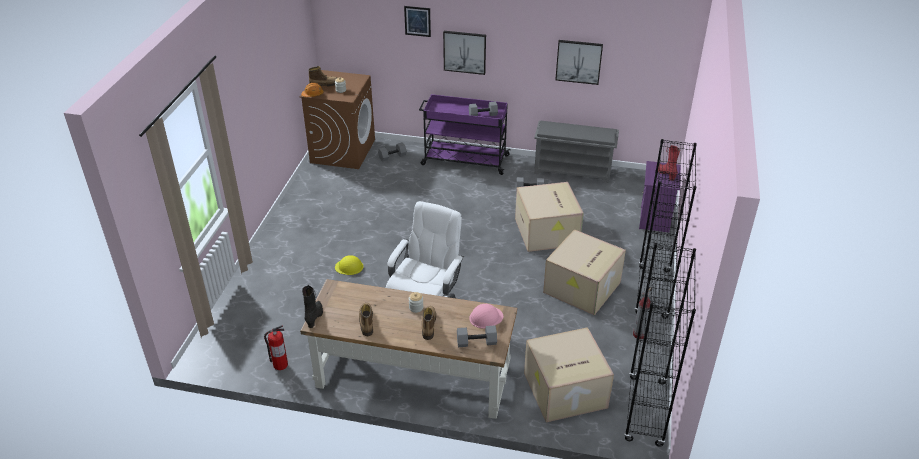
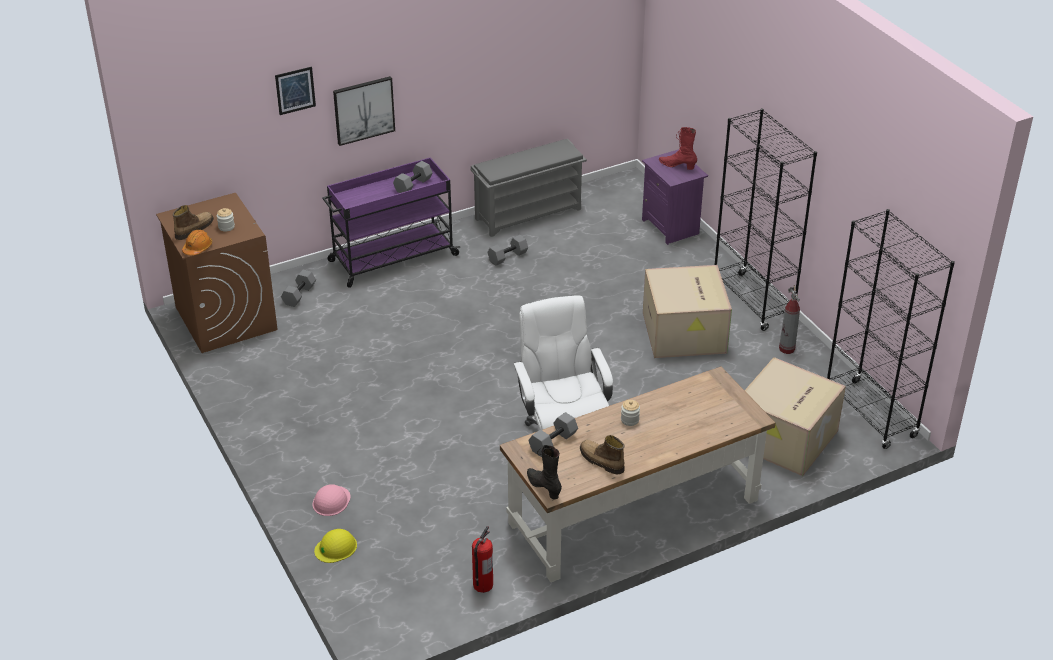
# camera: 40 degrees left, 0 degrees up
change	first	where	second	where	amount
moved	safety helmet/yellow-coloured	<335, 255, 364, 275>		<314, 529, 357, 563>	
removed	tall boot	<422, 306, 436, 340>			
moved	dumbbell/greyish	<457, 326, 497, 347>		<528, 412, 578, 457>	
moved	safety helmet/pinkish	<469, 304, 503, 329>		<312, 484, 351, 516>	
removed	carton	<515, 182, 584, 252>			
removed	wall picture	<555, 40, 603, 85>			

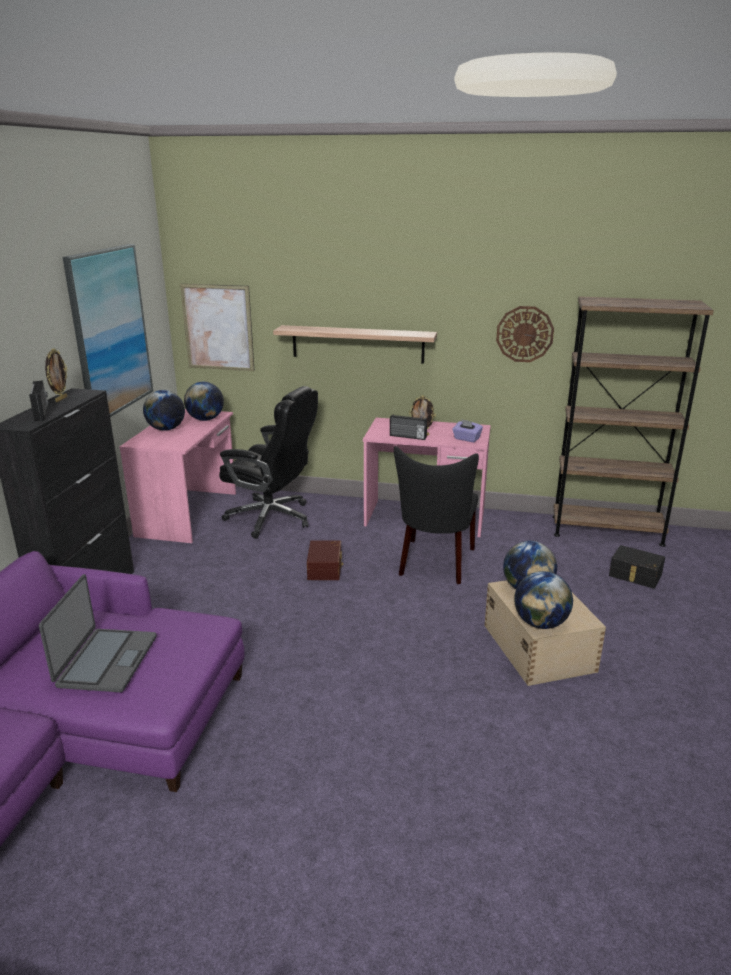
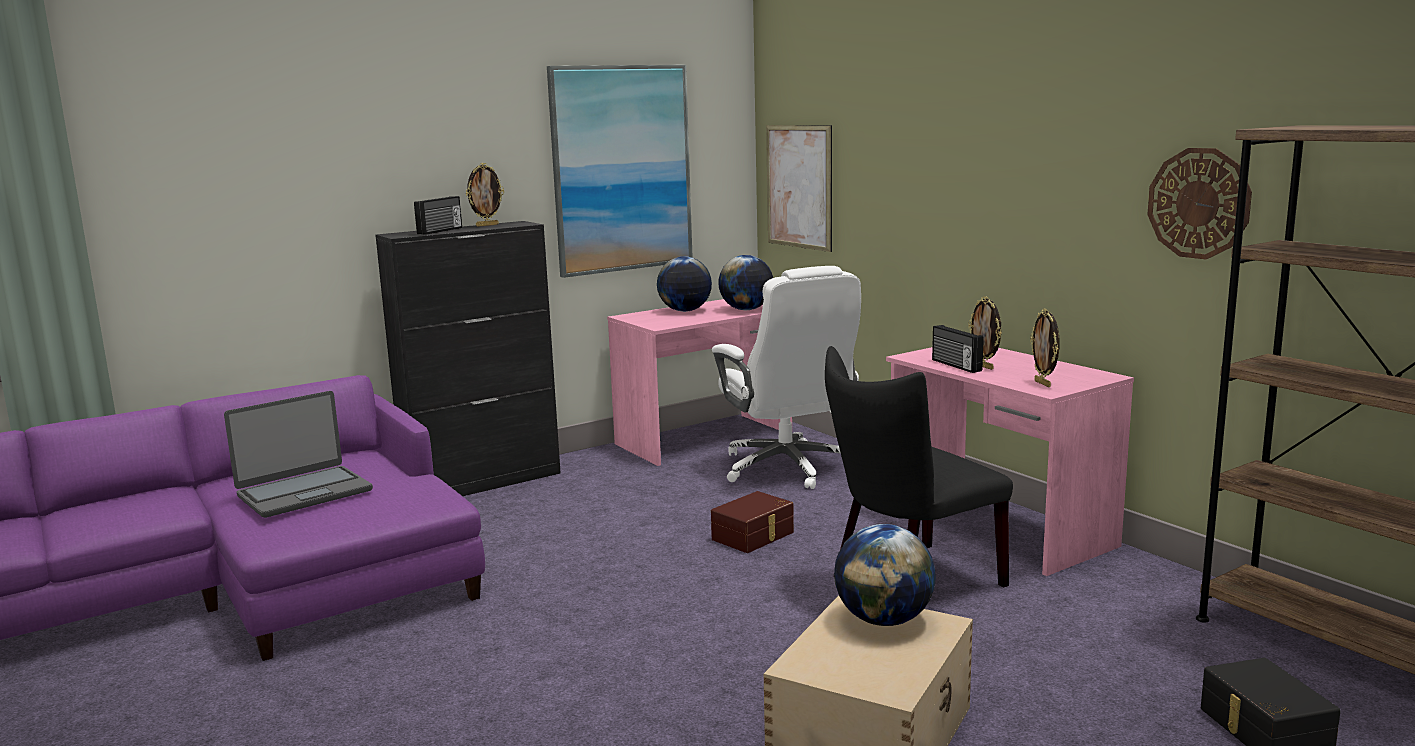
# camera: 45 degrees right, 10 degrees down
change	first	where	second	where	amount
recoloured	desk chair/black-coloured	<219, 386, 318, 539>	desk chair/white-coloured	<712, 266, 861, 489>	
removed	bracket shelf	<273, 325, 437, 363>			
replaced	box of tissues/purple	<452, 419, 483, 442>	picture frame	<1030, 309, 1059, 387>	
removed	globe	<514, 571, 573, 629>			

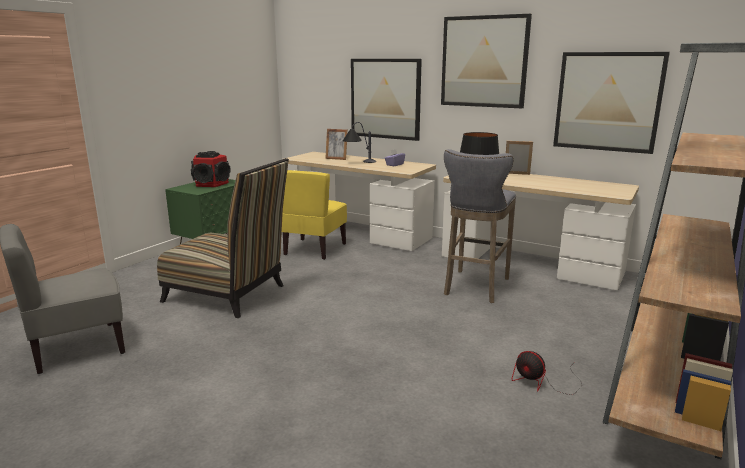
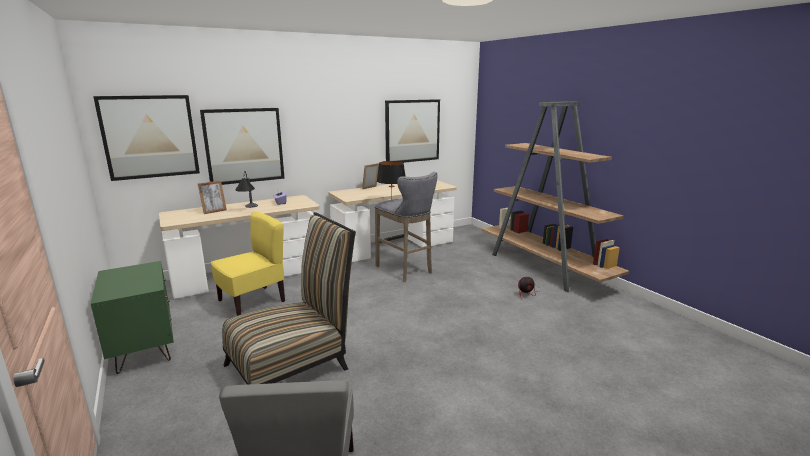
# camera: 60 degrees left, 0 degrees up
change	first	where	second	where	amount
removed	loudspeaker	<191, 151, 231, 187>			
turned	upright chair/yellow-coloured	<282, 170, 347, 260>		<211, 212, 285, 316>	90 degrees counterclockwise
moved	wall picture	<441, 14, 532, 108>		<93, 95, 200, 181>	

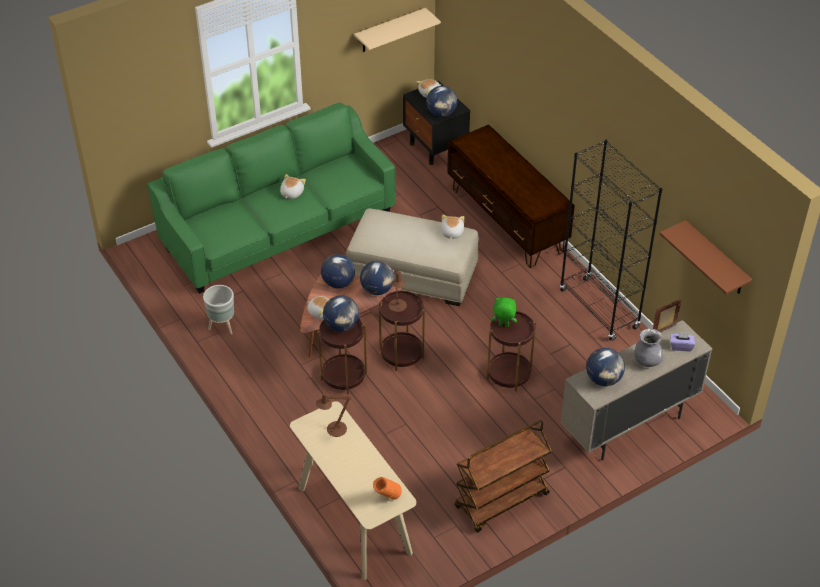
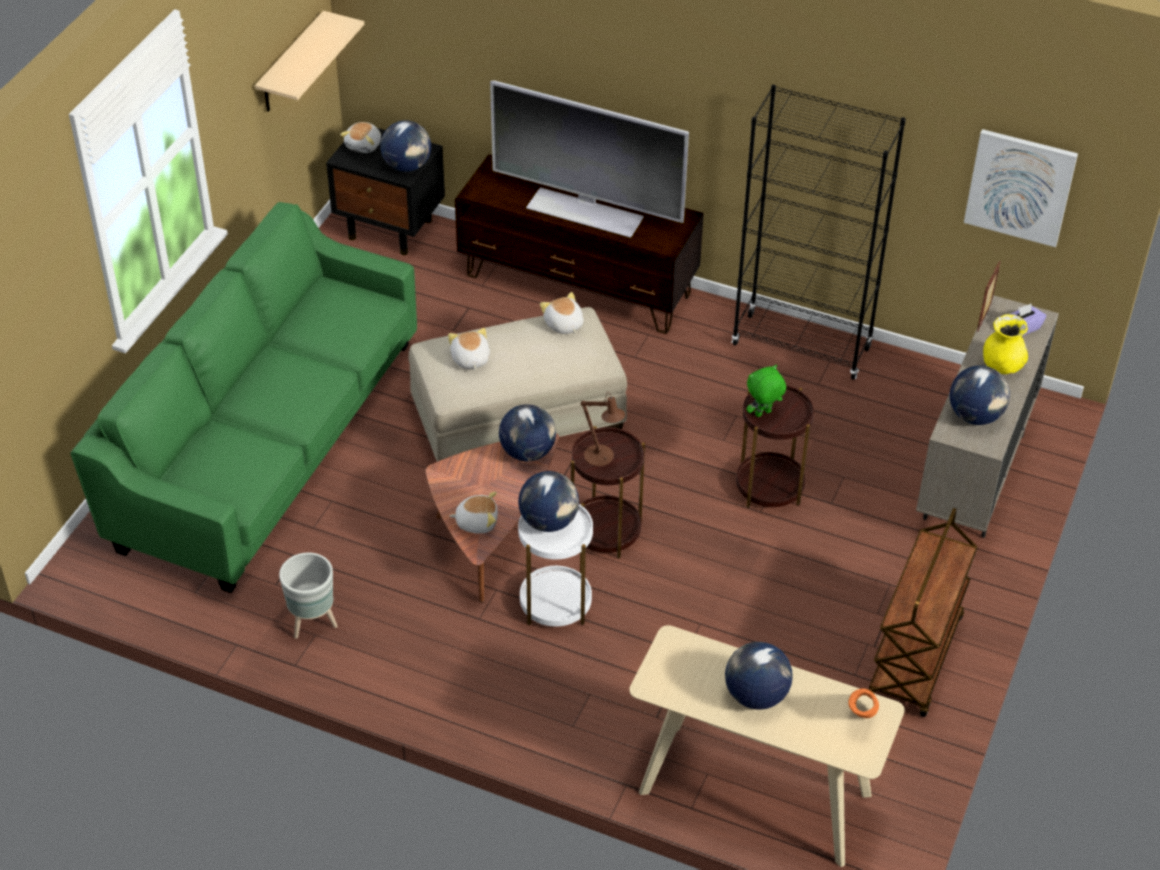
# camera: 35 degrees left, 0 degrees up
change	first	where	second	where	amount
moved	plush toy	<280, 174, 306, 199>		<448, 328, 490, 371>	
removed	tabletop lamp/brown	<316, 390, 351, 437>			
recoloured	side table/brown	<318, 318, 367, 394>	side table/white-coloured	<518, 503, 593, 627>	
moved	globe	<321, 254, 355, 288>		<725, 642, 793, 709>	
recoloured	flower vase/greyish	<634, 329, 663, 367>	flower vase/yellow-coloured	<983, 314, 1028, 374>	
replaced	bracket shelf/brown	<660, 220, 752, 294>	wall picture	<964, 129, 1078, 247>	
added			television	<490, 80, 689, 238>	

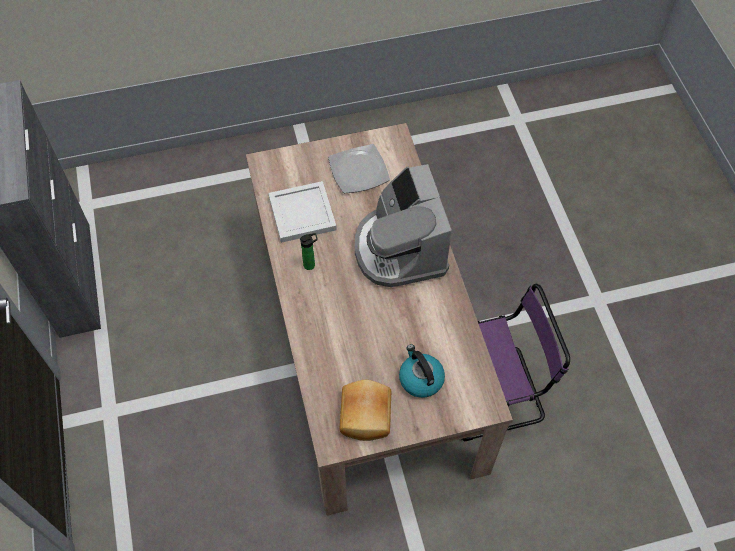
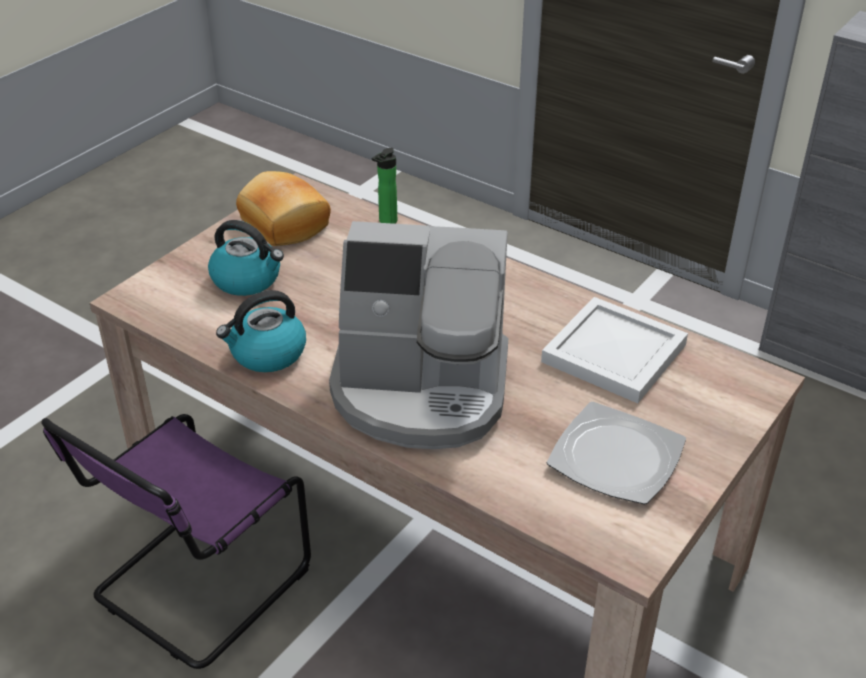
# camera: 140 degrees right, 20 degrees down
change	first	where	second	where	amount
moved	beverage bottle	<300, 233, 318, 270>		<372, 148, 397, 224>	
turned	coffee brewer	<355, 164, 452, 287>		<329, 221, 508, 449>	150 degrees clockwise
added			kettle	<216, 290, 306, 372>	

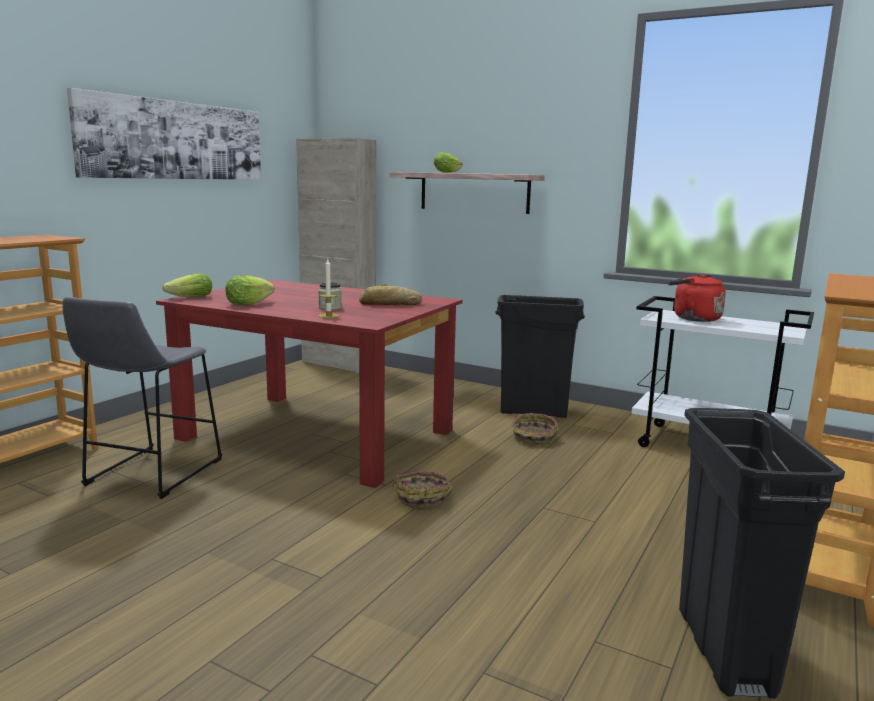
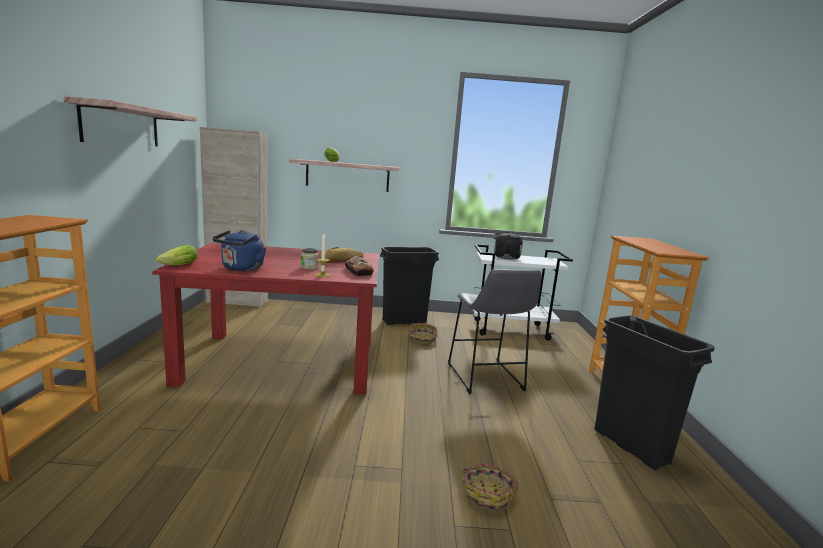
# camera: 30 degrees left, 0 degrees up
change	first	where	second	where	amount
moved	sitting stool/greyish	<62, 297, 223, 499>		<448, 269, 541, 394>	
replaced	wall picture	<67, 88, 261, 180>	bracket shelf	<64, 96, 197, 146>	
replaced	lettuce	<225, 275, 274, 305>	kettle/blue	<212, 230, 266, 271>	
moved	basket	<393, 471, 452, 509>		<462, 464, 519, 512>	
recoloured	kettle/red	<668, 274, 726, 322>	kettle/black-coloured	<494, 232, 523, 260>	
added			bread	<345, 256, 374, 276>	

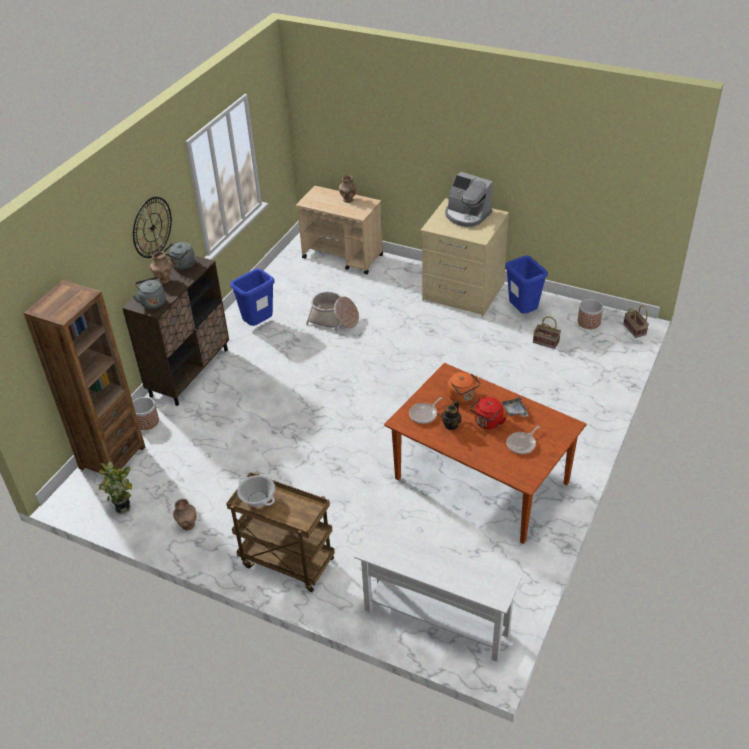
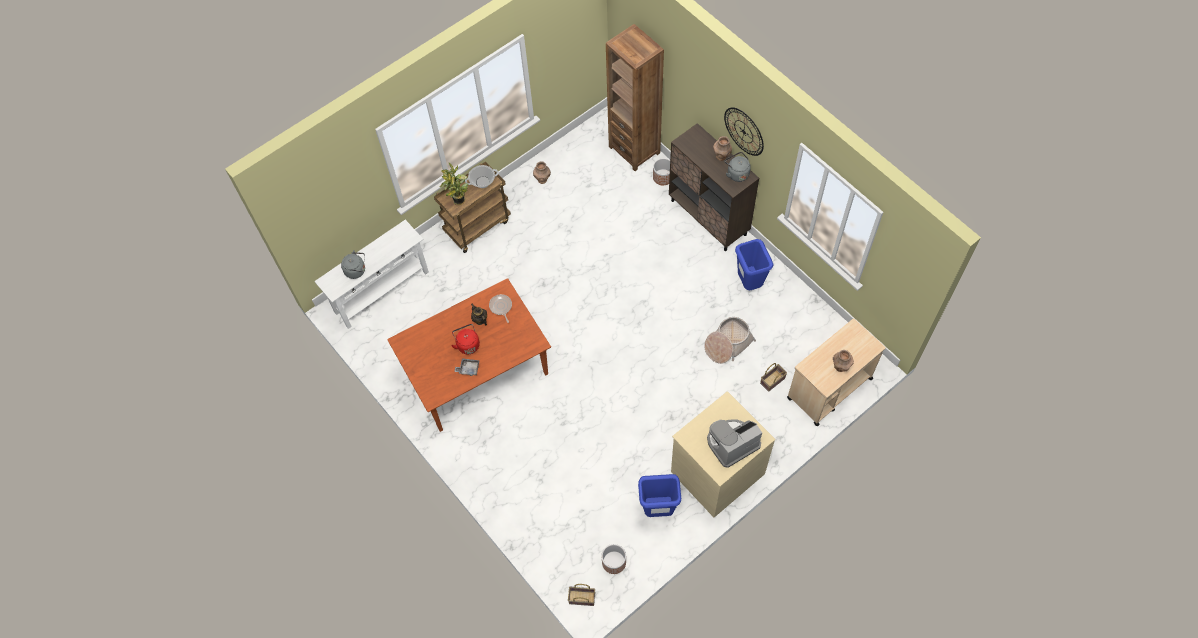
# camera: 115 degrees right, 20 degrees up
change	first	where	second	where	amount
moved	houseplant	<98, 461, 132, 514>		<440, 162, 469, 205>	
moved	kettle/greyish	<132, 277, 166, 309>		<341, 250, 365, 279>	
removed	kettle/orange-coloured	<448, 372, 481, 403>			
removed	frying pan	<506, 425, 540, 454>			
moved	basket	<533, 316, 561, 349>		<760, 363, 787, 392>	

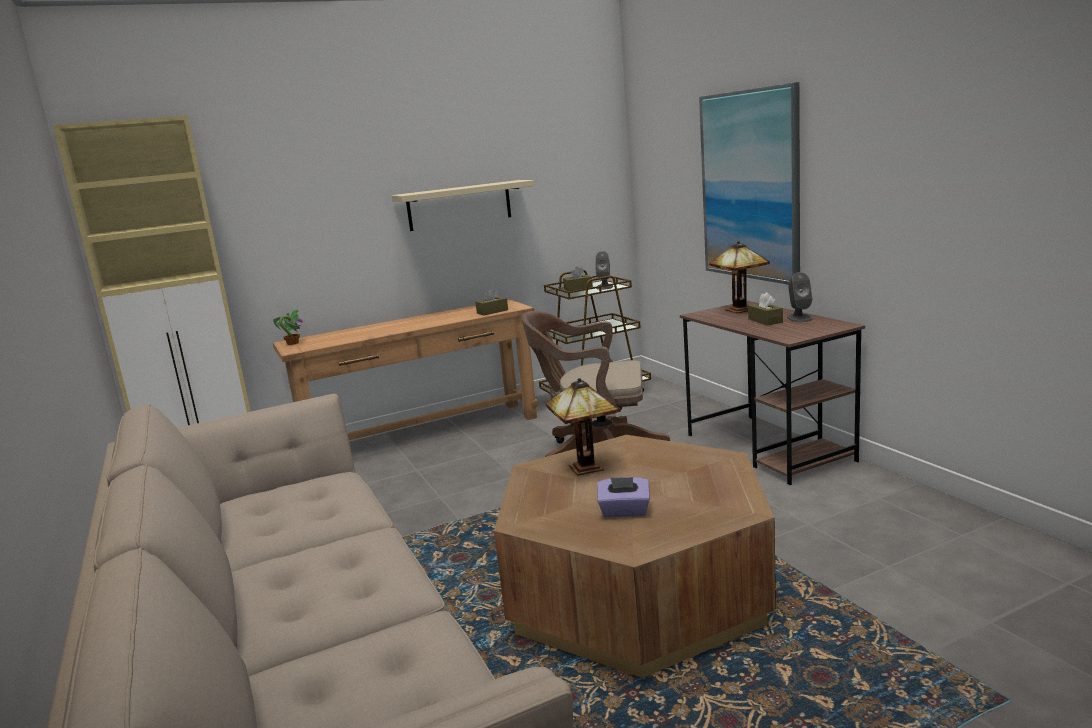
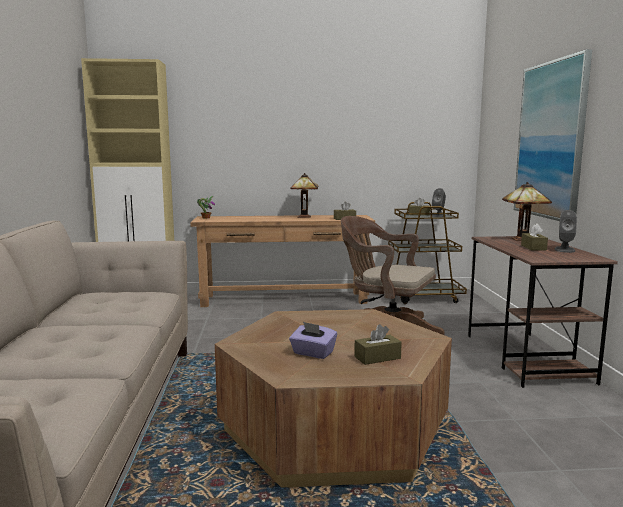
# camera: 20 degrees right, 5 degrees down
change	first	where	second	where	amount
removed	bracket shelf/sand-coloured	<391, 180, 534, 231>			
moved	tabletop lamp	<546, 378, 621, 476>		<290, 173, 318, 218>	
added			box of tissues/brown	<354, 324, 402, 365>	

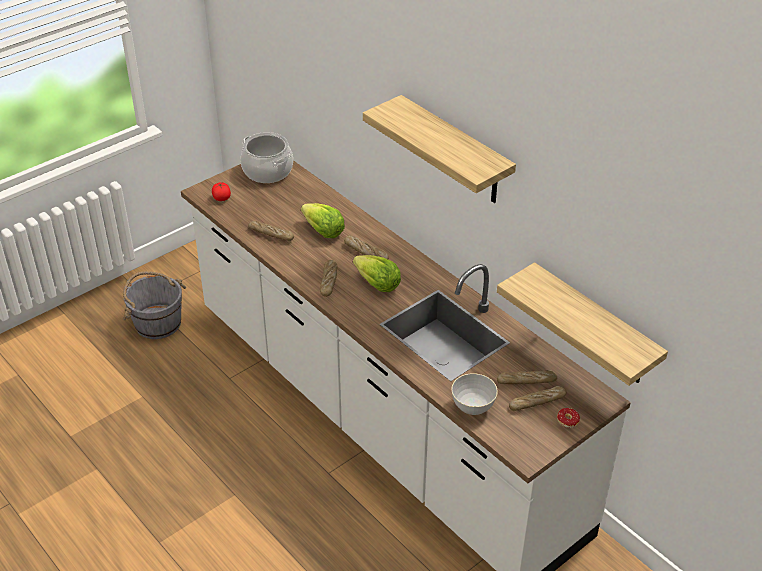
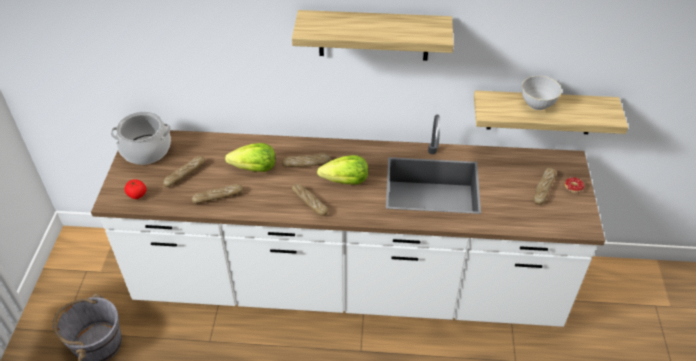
# camera: 45 degrees left, 5 degrees up
change	first	where	second	where	amount
moved	serving bowl/greyish	<451, 373, 498, 415>		<522, 76, 562, 110>	
moved	bread	<497, 370, 557, 384>		<163, 156, 205, 187>	

